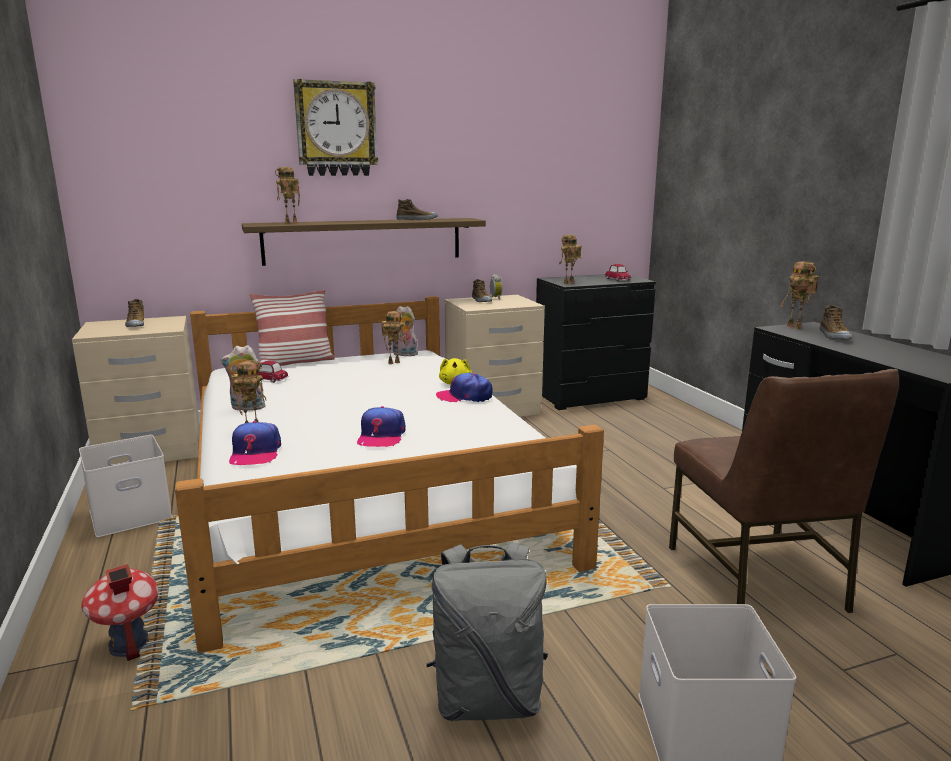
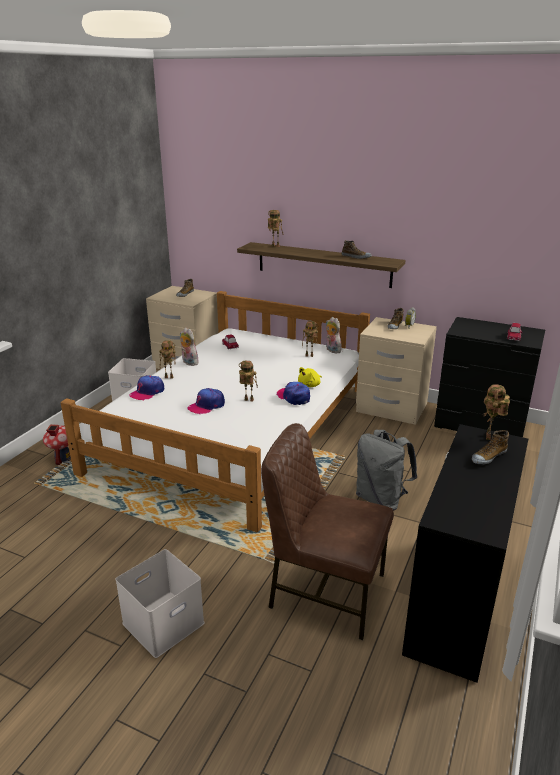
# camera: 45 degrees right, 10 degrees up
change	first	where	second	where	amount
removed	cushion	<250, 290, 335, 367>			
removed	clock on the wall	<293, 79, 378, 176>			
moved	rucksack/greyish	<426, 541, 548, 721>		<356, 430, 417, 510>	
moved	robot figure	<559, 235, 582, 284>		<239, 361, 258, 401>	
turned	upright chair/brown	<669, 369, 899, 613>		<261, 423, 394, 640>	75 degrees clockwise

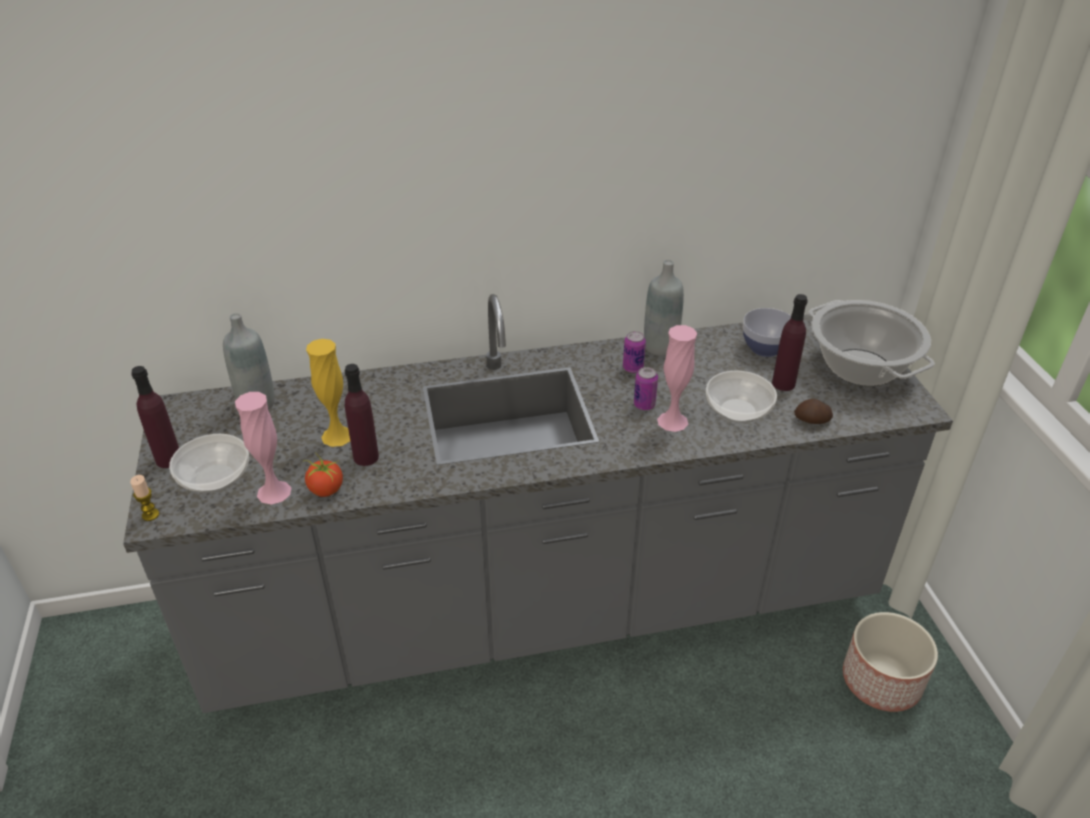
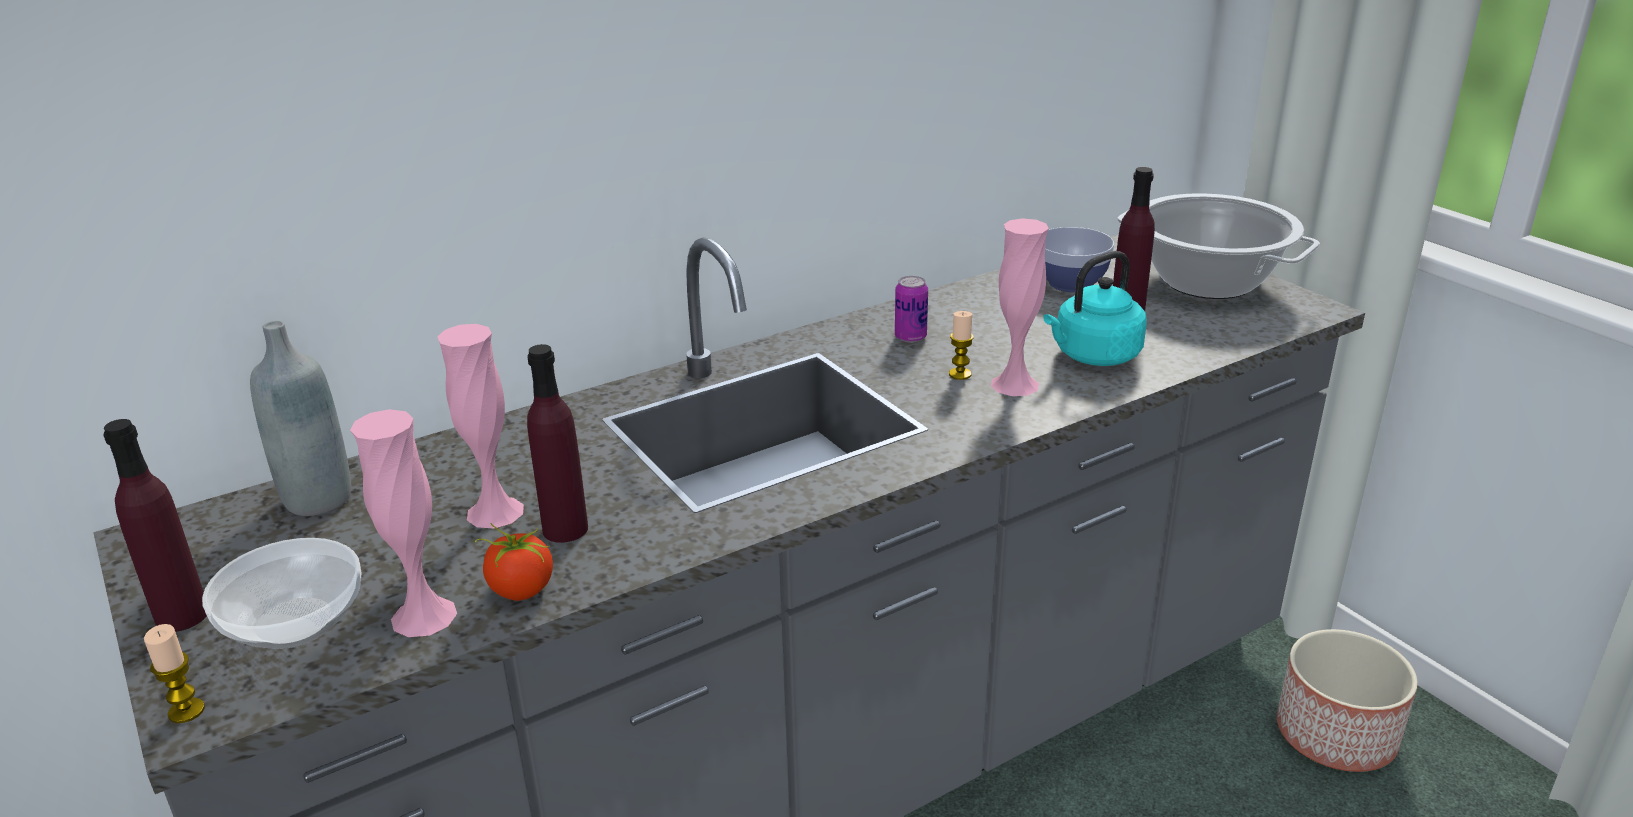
# camera: 20 degrees left, 10 degrees down
change	first	where	second	where	amount
recoloured	flower vase/yellow-coloured	<306, 339, 350, 447>	flower vase/pinkish	<438, 324, 524, 529>	
replaced	can	<634, 367, 658, 410>	candle	<949, 311, 974, 380>	
removed	beverage bottle/greyish	<644, 260, 684, 356>			
replaced	serving bowl	<706, 370, 777, 423>	kettle/blue-green	<1043, 251, 1147, 366>	
removed	whole potato	<794, 399, 833, 424>			

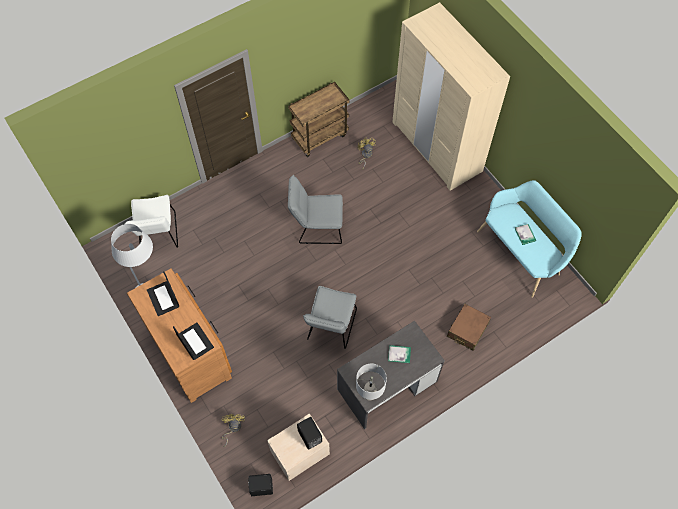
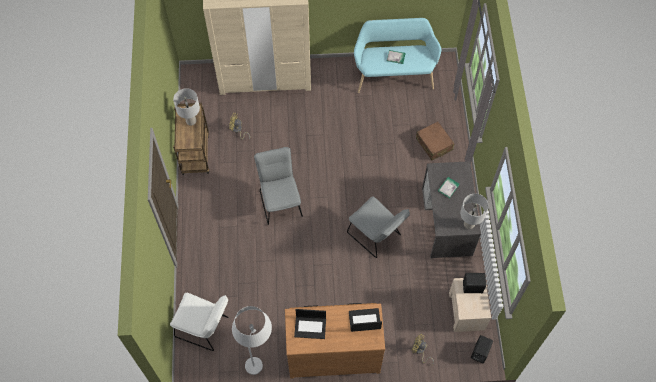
# camera: 60 degrees left, 0 degrees up
change	first	where	second	where	amount
turned	upright chair/greyish	<288, 175, 343, 244>		<254, 147, 303, 225>	135 degrees clockwise
added			tabletop lamp/greyish	<173, 88, 200, 126>	

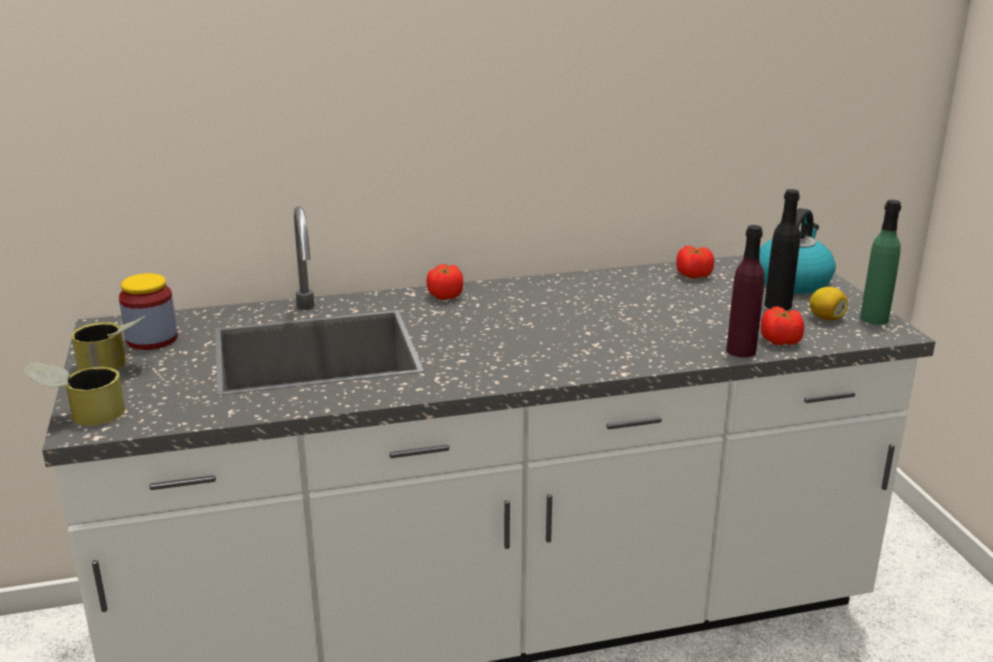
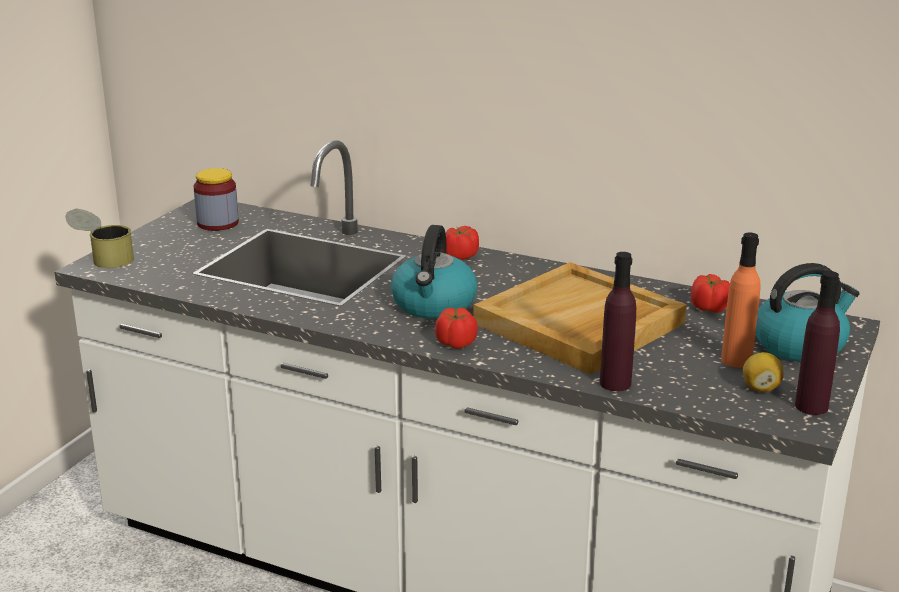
# camera: 40 degrees right, 0 degrees up
change	first	where	second	where	amount
removed	can	<71, 315, 147, 371>			
moved	fresh tomato	<761, 307, 804, 345>		<435, 307, 478, 349>	
recoloured	beverage bottle/black-coloured	<765, 189, 800, 310>	beverage bottle/orange-coloured	<721, 233, 761, 368>	
recoloured	beverage bottle/green	<860, 200, 901, 325>	beverage bottle/purple	<795, 271, 840, 415>	
added			kettle	<391, 225, 477, 319>	
added			serving tray/sand-coloured	<473, 262, 687, 375>	

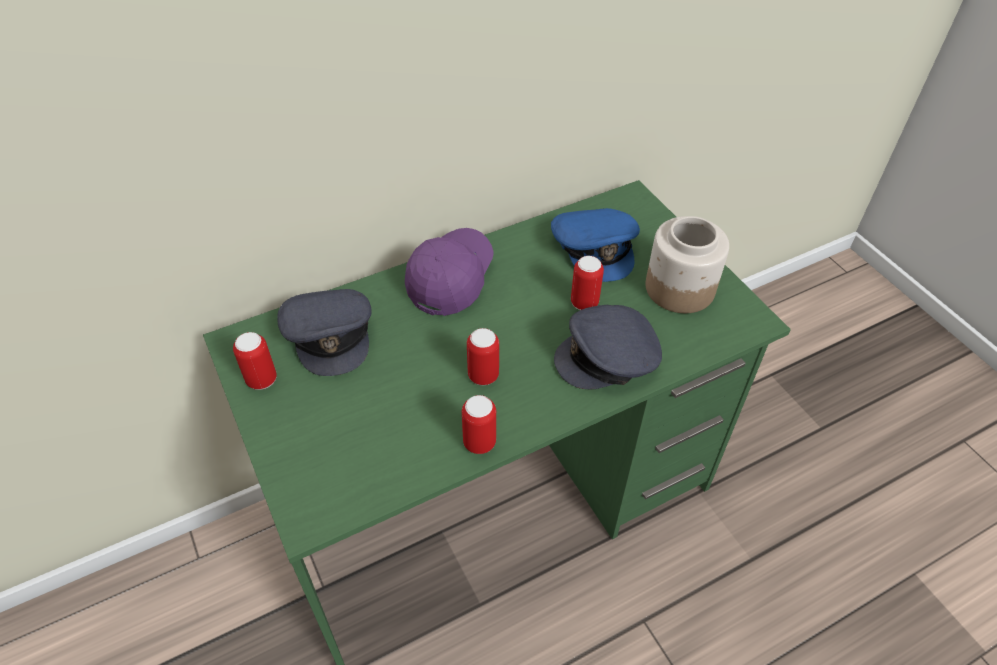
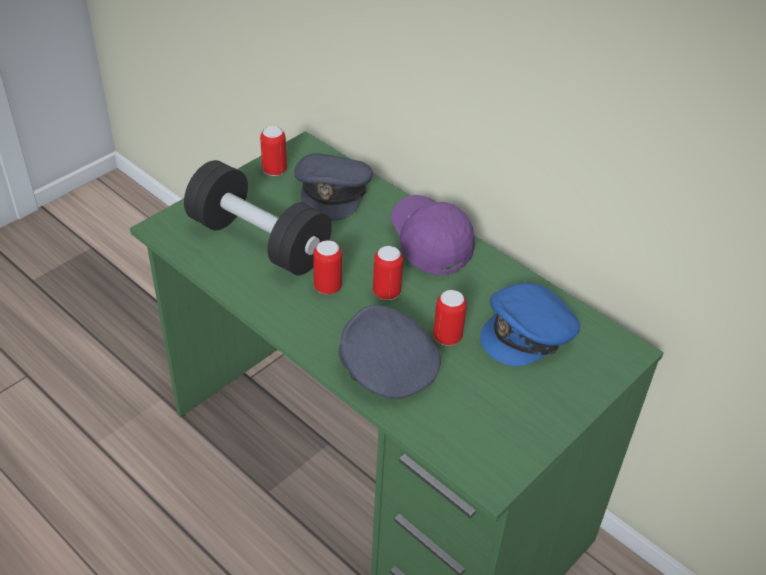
# camera: 70 degrees right, 5 degrees down
change	first	where	second	where	amount
turned	peaked cap/greyish	<278, 289, 372, 376>		<294, 153, 373, 220>	45 degrees counterclockwise
turned	peaked cap/purple	<405, 228, 494, 316>		<391, 195, 475, 276>	120 degrees counterclockwise
moved	can	<462, 395, 496, 454>		<373, 246, 403, 300>	
removed	storage jar	<646, 216, 729, 313>			
added			dumbbell/black-coloured	<184, 160, 332, 275>	

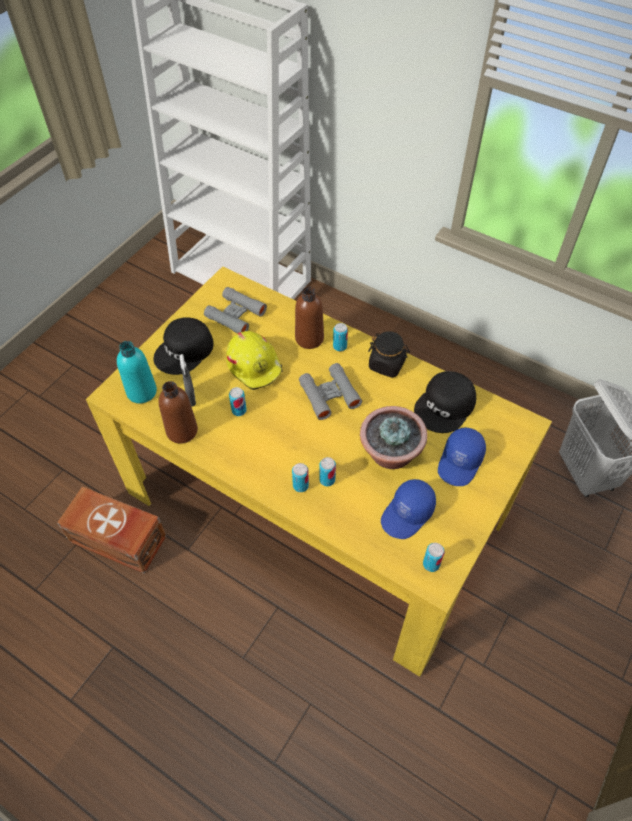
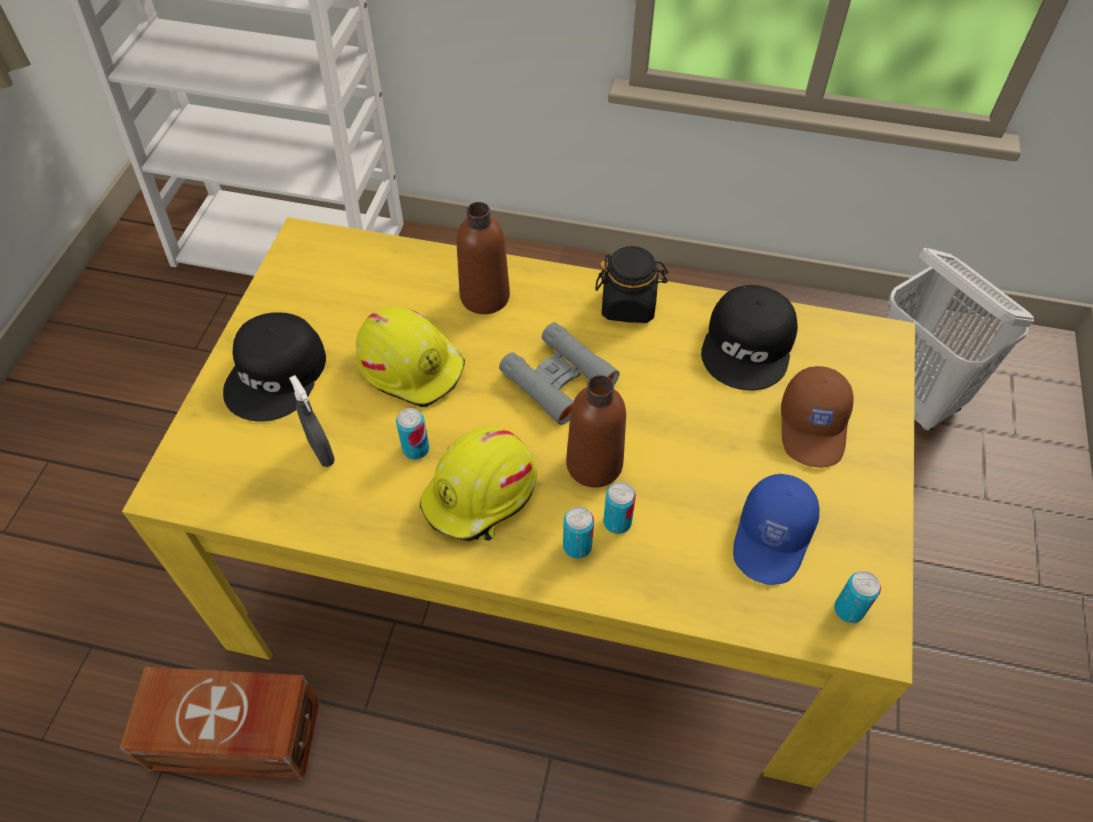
# camera: 20 degrees left, 0 degrees up
change	first	where	second	where	amount
removed	beverage bottle/blue-green	<117, 341, 157, 404>			
moved	beverage bottle/brown	<159, 381, 198, 444>		<566, 375, 626, 488>	
removed	pair of binoculars/greyish	<204, 287, 267, 333>			
removed	can	<333, 323, 348, 351>			
removed	houseplant	<360, 406, 428, 469>			
recoloured	peaked cap/blue	<438, 427, 486, 486>	peaked cap/brown	<781, 366, 854, 468>	
added			safety helmet/yellow-coloured	<420, 427, 537, 541>	

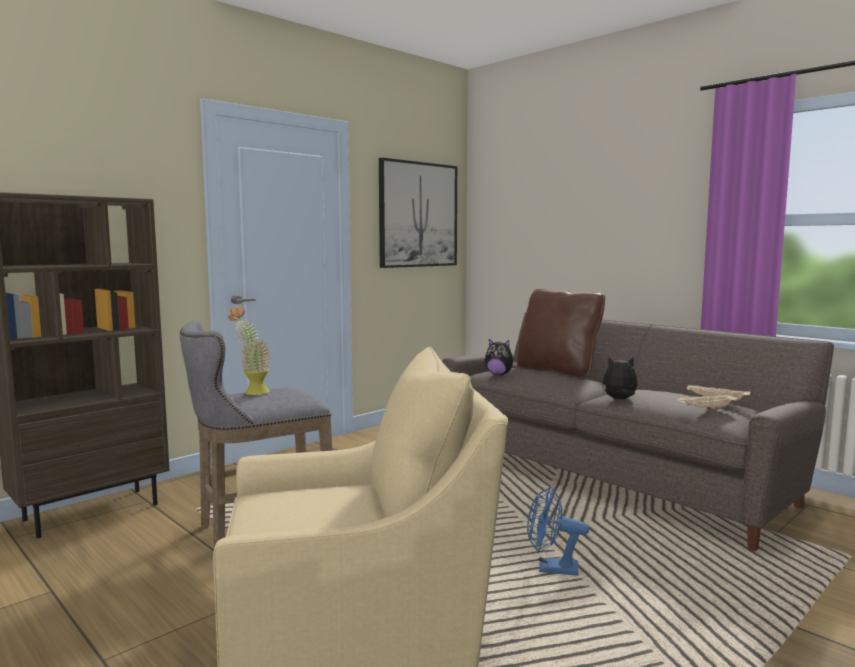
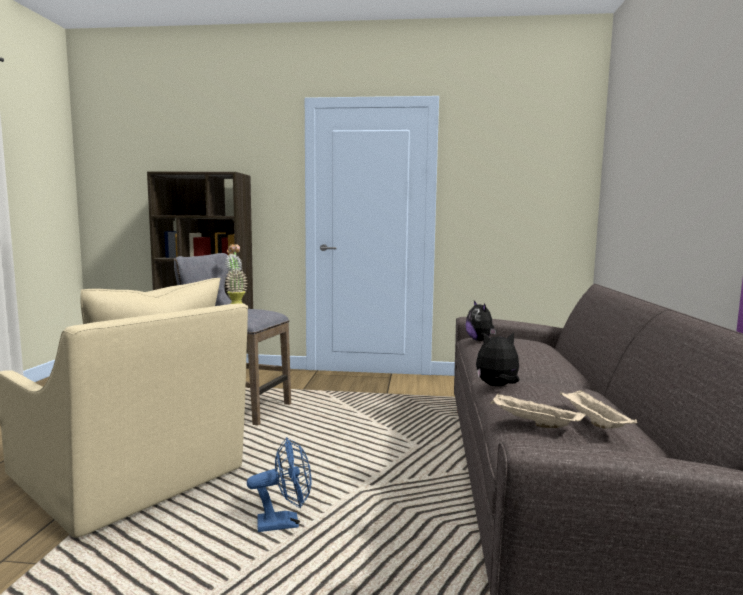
# camera: 50 degrees right, 0 degrees up
change	first	where	second	where	amount
removed	wall picture	<379, 158, 457, 268>			
removed	cushion/brown	<517, 289, 605, 377>			
turned	fan/blue	<527, 486, 589, 576>		<247, 437, 311, 532>	105 degrees clockwise
turned	plush toy	<602, 357, 637, 399>		<476, 332, 520, 386>	60 degrees counterclockwise

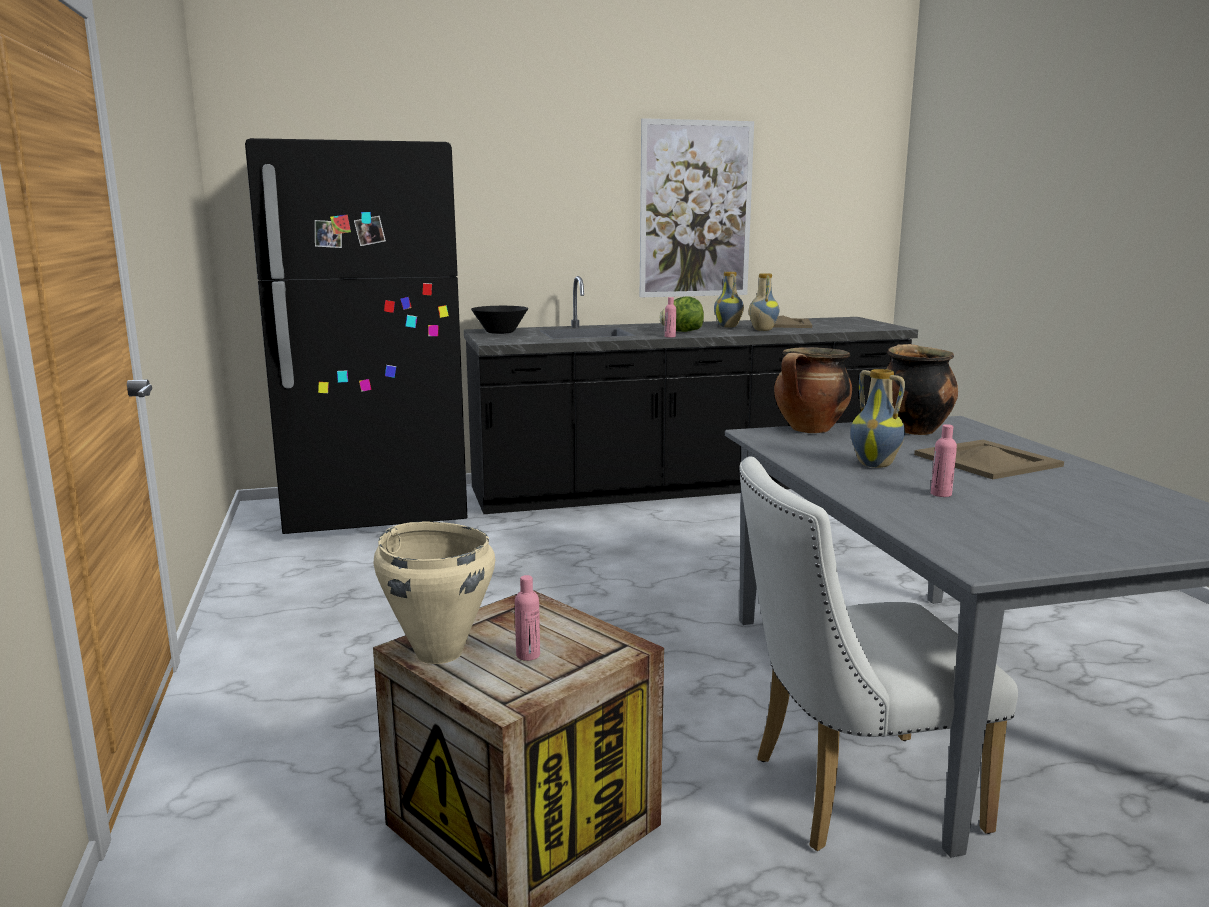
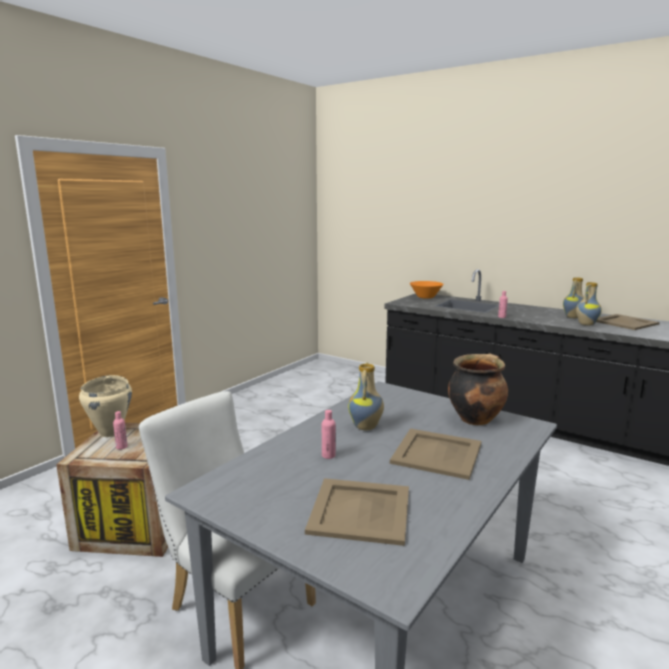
# camera: 50 degrees right, 0 degrees up
change	first	where	second	where	amount
removed	kitchen fridge/black-coloured	<245, 138, 468, 534>			
recoloured	serving bowl/black-coloured	<471, 306, 528, 334>	serving bowl/orange-coloured	<410, 281, 444, 299>	
removed	wall picture	<640, 118, 754, 297>			
removed	lettuce	<659, 296, 704, 332>			
removed	stockpot	<774, 347, 852, 433>			
added			serving tray/sand-coloured	<305, 478, 409, 546>	

